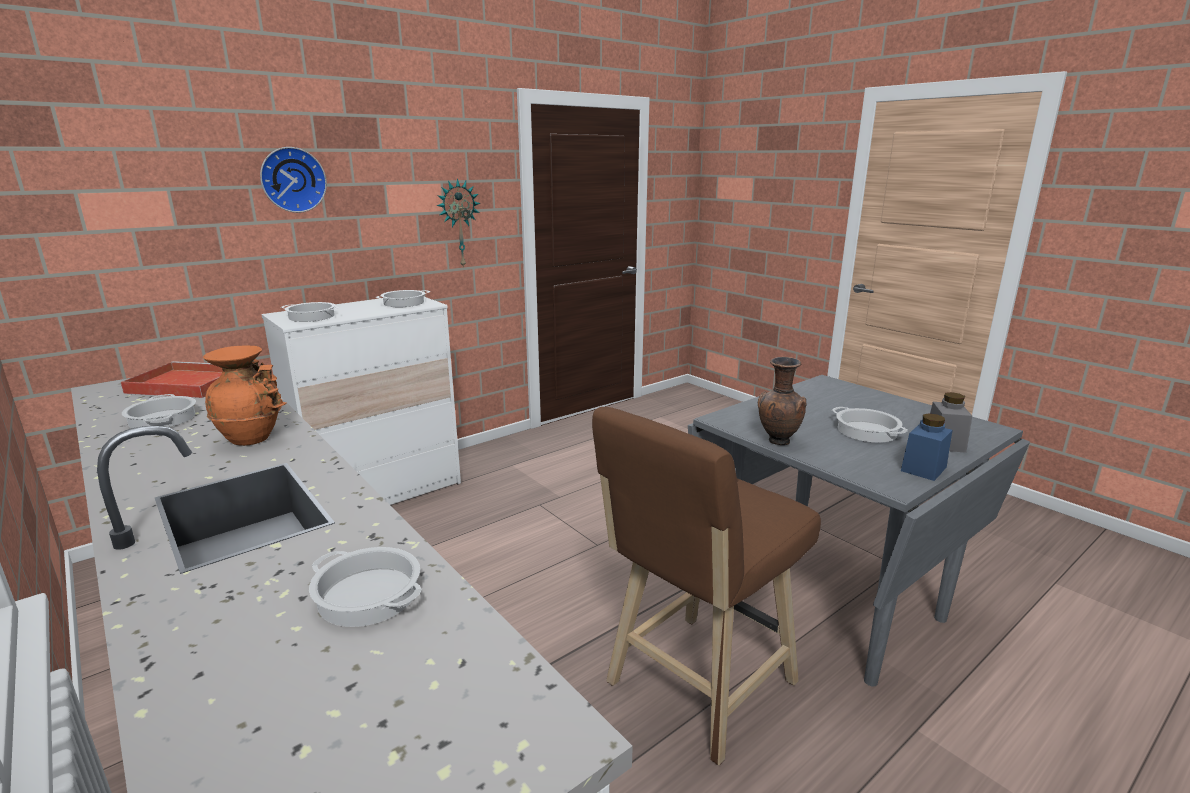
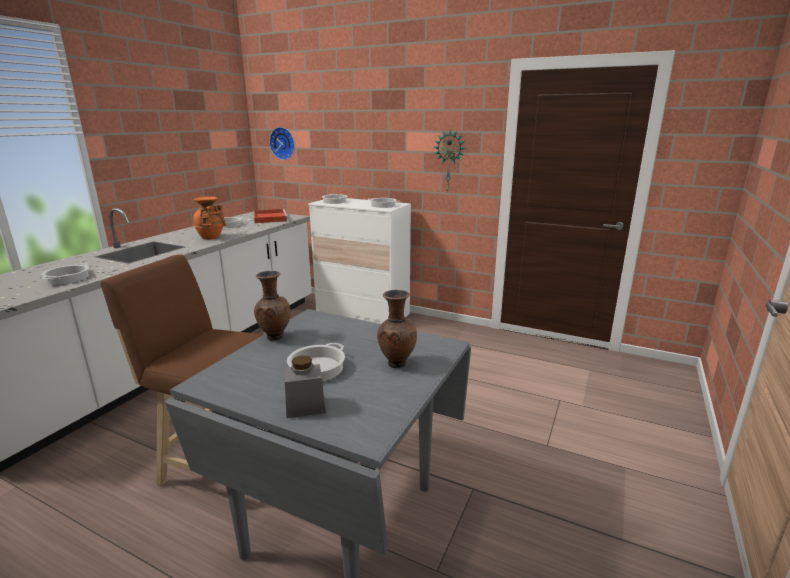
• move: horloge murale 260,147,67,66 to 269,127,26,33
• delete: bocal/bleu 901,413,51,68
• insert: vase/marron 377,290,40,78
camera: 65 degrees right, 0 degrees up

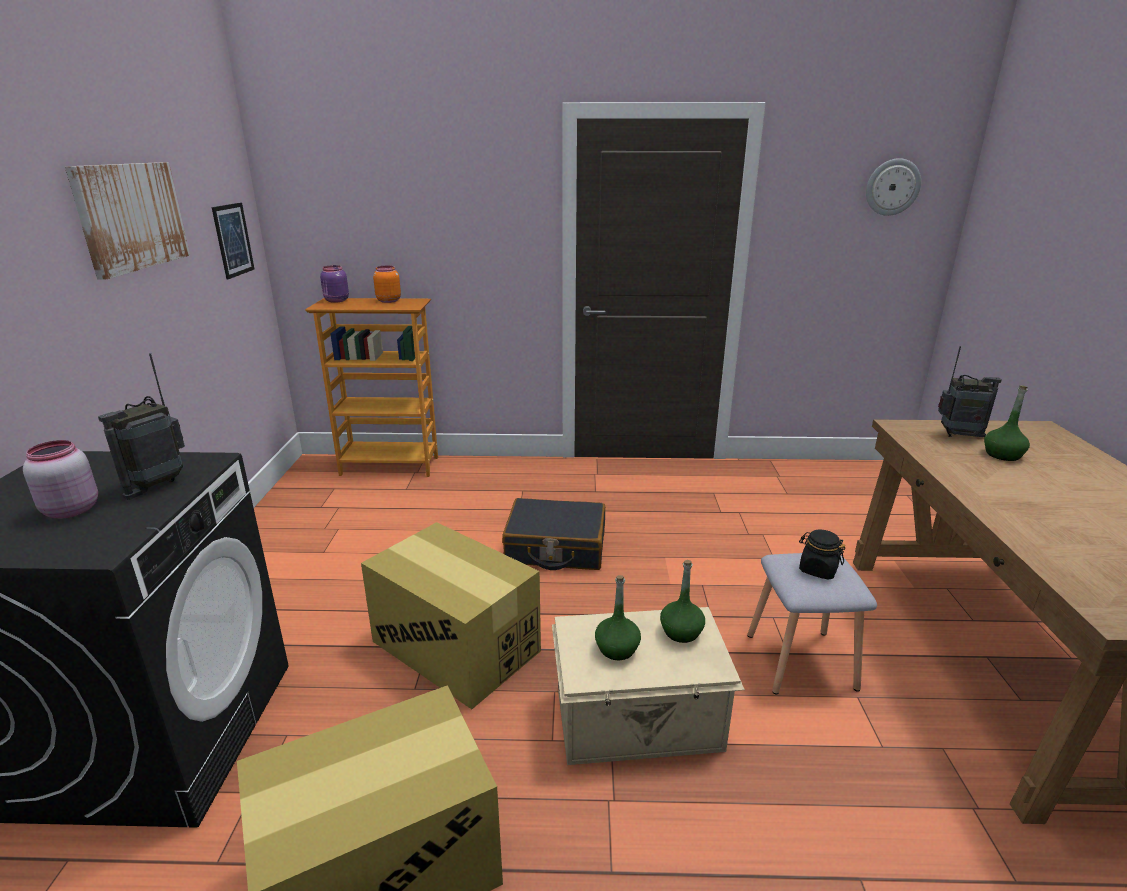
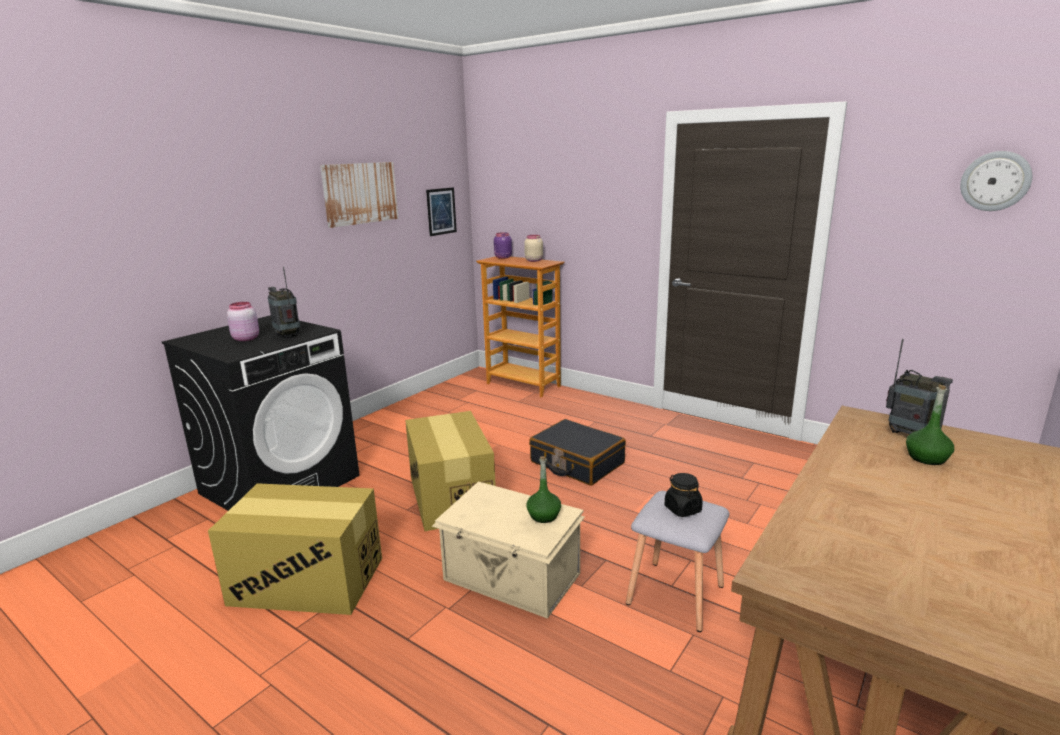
• rotate: radio 98,353,87,147 = 268,267,32,71 75 degrees clockwise
• recolor: bocal/orange 373,266,28,37 to bocal/beige 524,235,19,27
• delete: bouteille/vert 595,575,46,85
camera: 35 degrees right, 5 degrees down

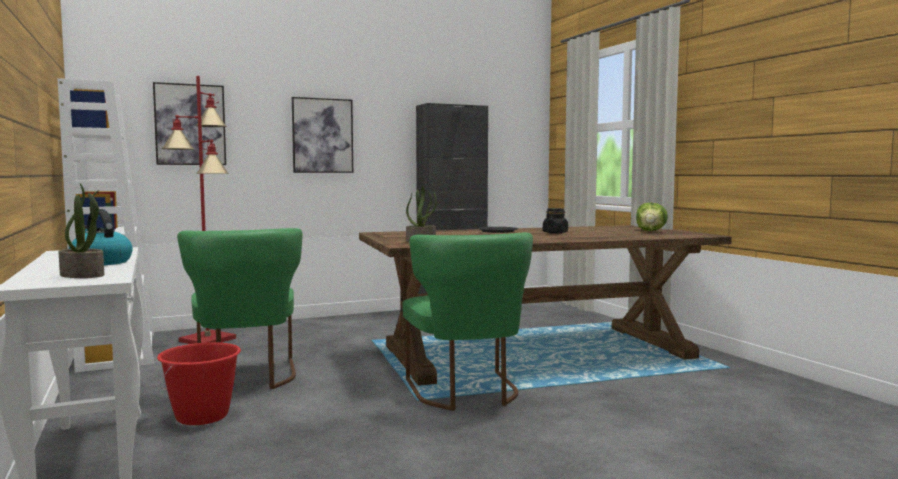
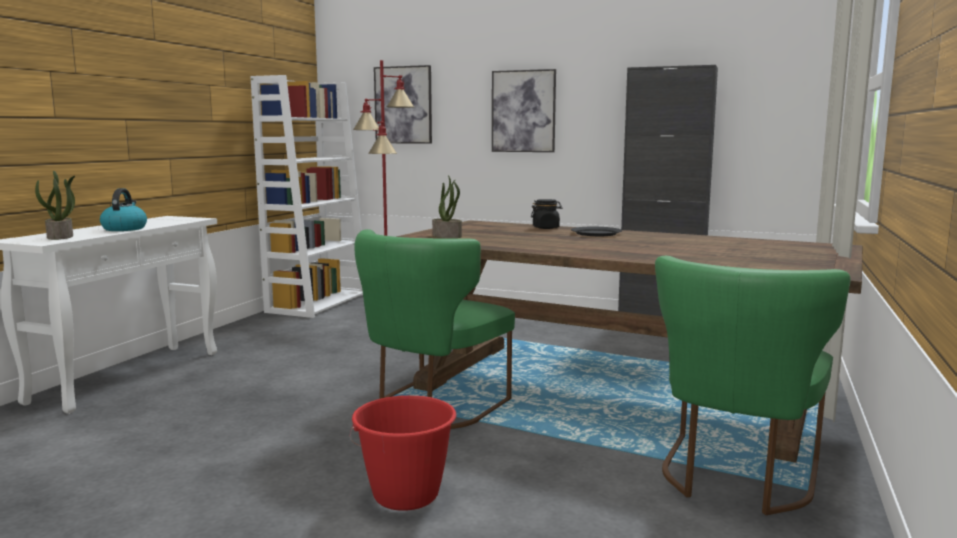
• move: seau/rouge 157,342,84,83 to 350,395,107,116
• move: chaise/vert 177,228,126,161 to 655,256,196,259
• move: bocal/noir 543,208,25,26 to 531,199,31,30
• delete: laitue 636,202,32,29
camera: 45 degrees right, 5 degrees up

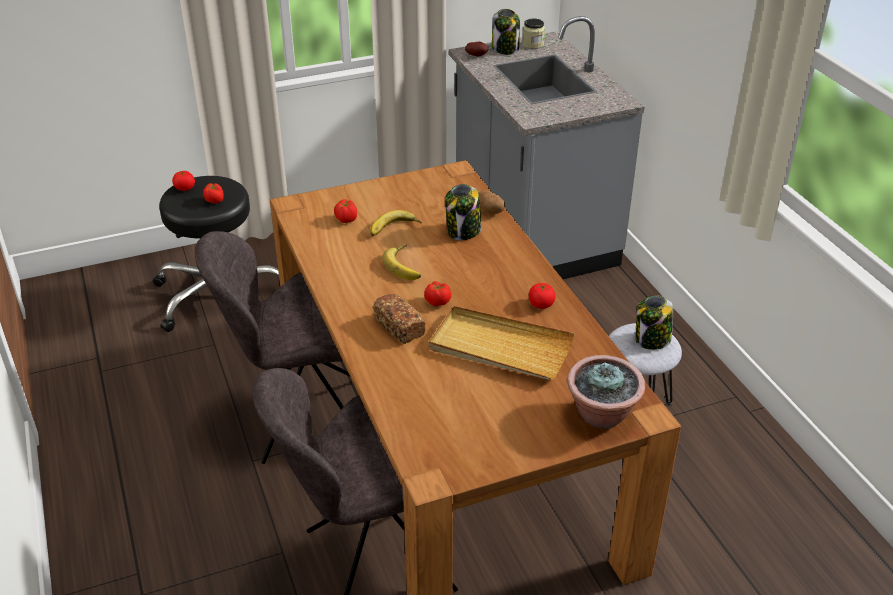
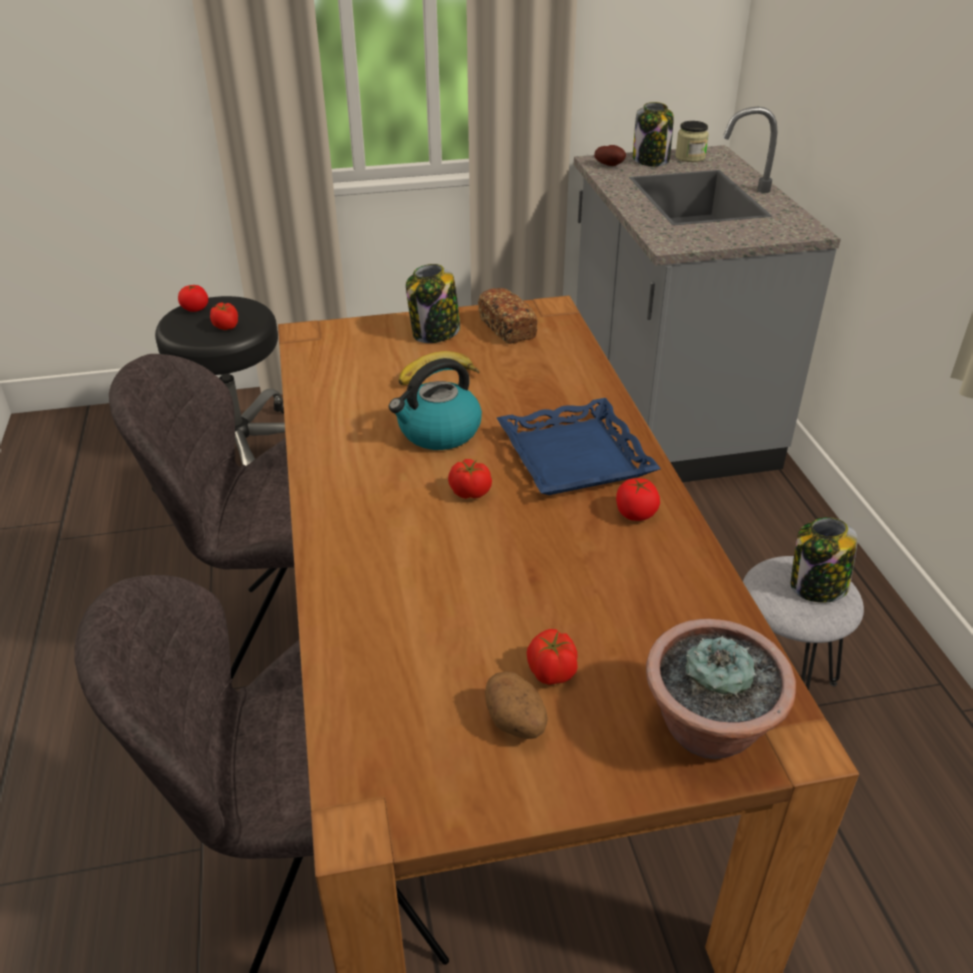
• move: tomate 334,200,23,23 to 527,629,51,56
• move: pain 373,294,53,50 to 478,288,59,56
• replace: banane 382,245,39,35 to bouilloire 389,358,93,92
• delete: plateau/beige 429,306,146,74
• move: bocal 445,184,37,56 to 406,264,54,79
• move: pomme de terre 479,190,26,24 to 485,671,63,68
• insert: plateau/bleu 497,398,164,97
camera: 10 degrees right, 0 degrees up

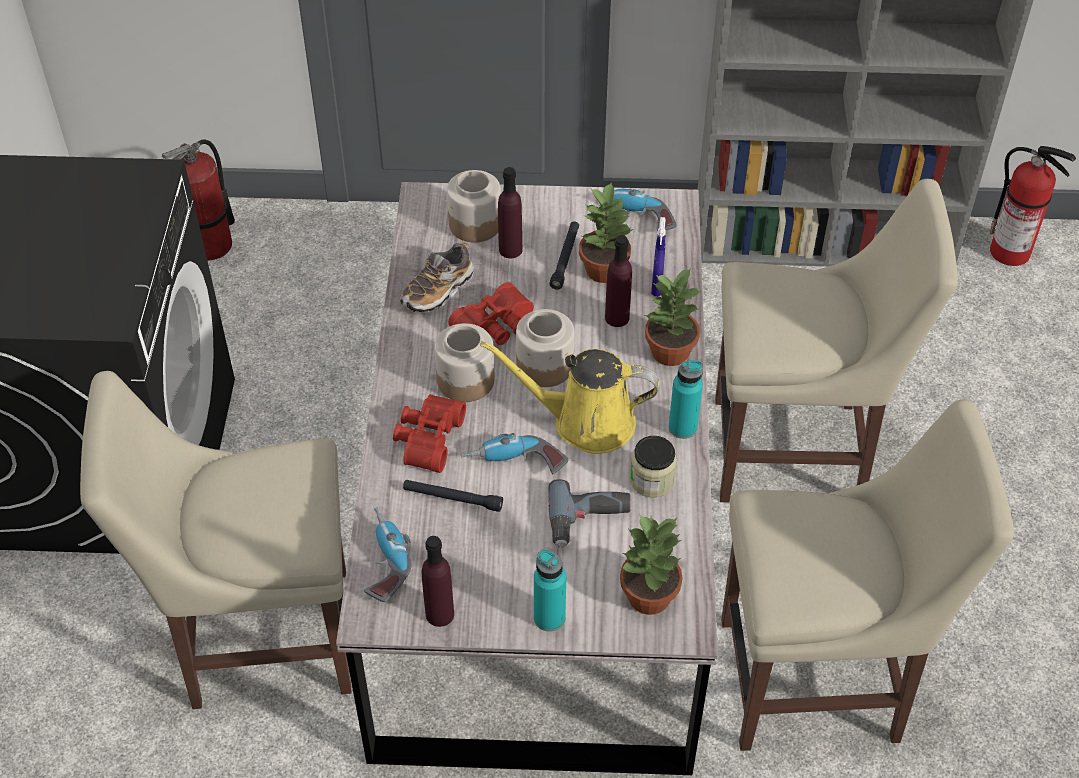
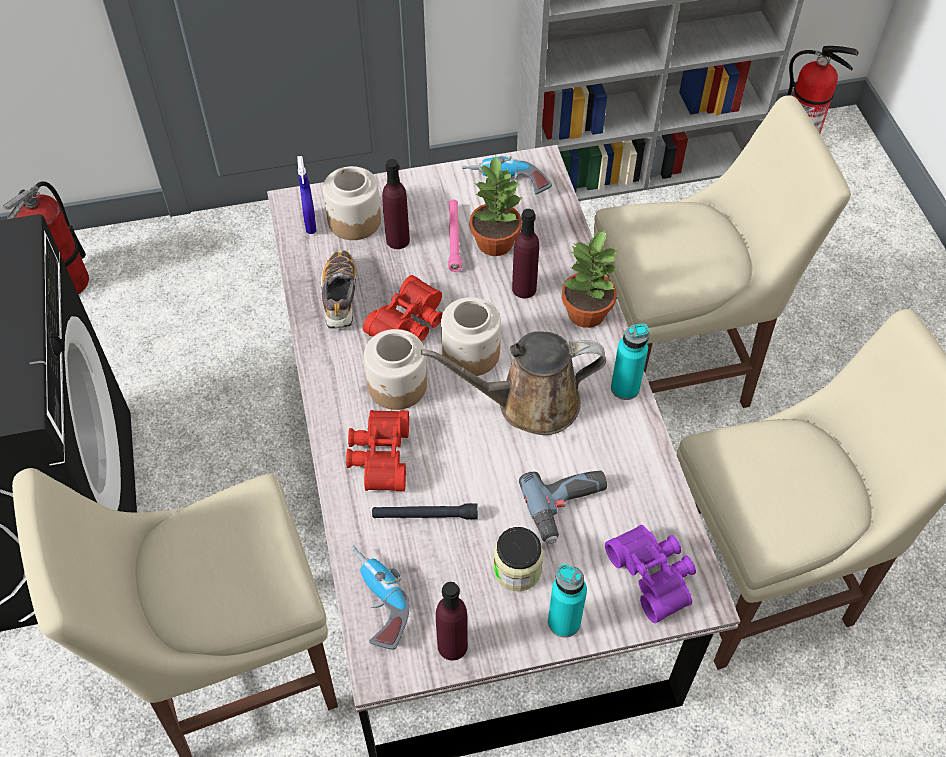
• rotate: chaussure 400,242,75,70 = 321,250,35,80 150 degrees clockwise
• delete: perceuse 461,433,108,41
• recolor: arrosoir/jaune 480,341,180,113 to arrosoir/marron 421,331,185,104
• recolor: lampe de poche/noir 549,222,30,68 to lampe de poche/rose 448,199,14,73
• replace: plante en pot 620,515,62,100 to jumelles/violet 605,525,91,98
• move: bocal 630,436,47,61 to 493,527,50,64
• move: vaporisateur/bleu 651,217,15,80 to 297,156,19,78
camera: 15 degrees left, 5 degrees up

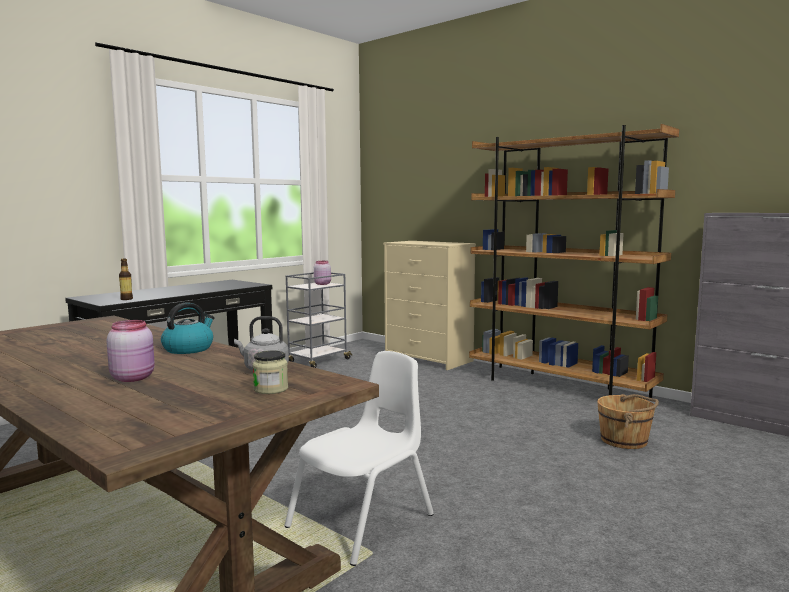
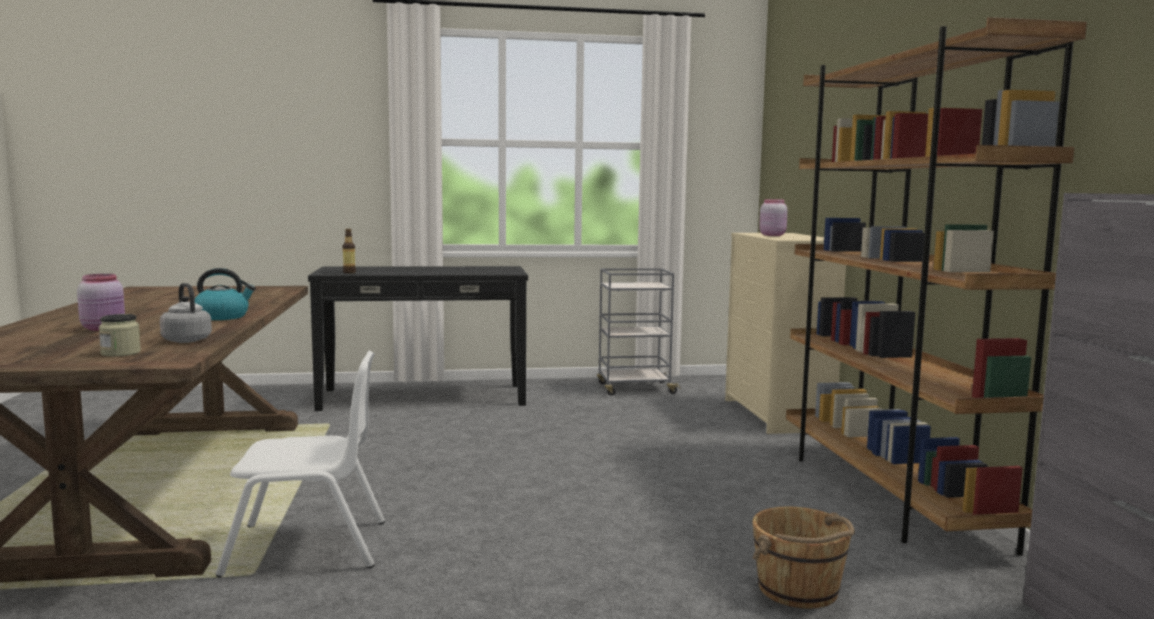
• move: bocal/rose 314,261,17,24 to 759,199,28,37
camera: 40 degrees right, 0 degrees up

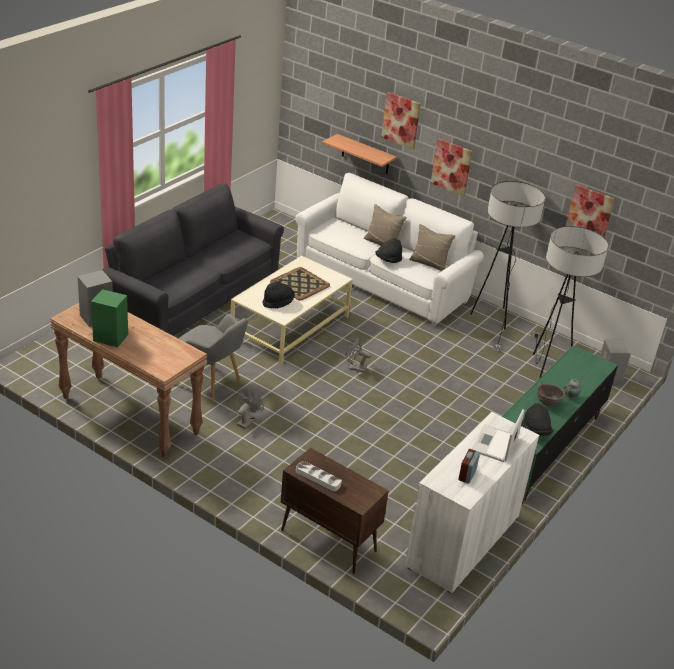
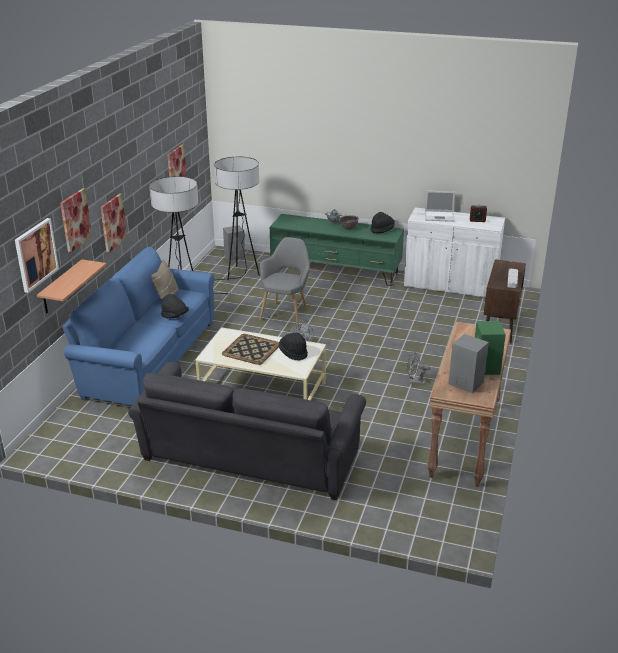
• move: fauteuil/gris 179,314,69,88 to 260,237,50,89
• recolor: canapé/blanc 295,173,189,154 to canapé/bleu 62,247,152,159
• delete: coussin/beige 364,204,43,41
• insert: tableau 15,218,44,75
camera: 105 degrees left, 5 degrees down

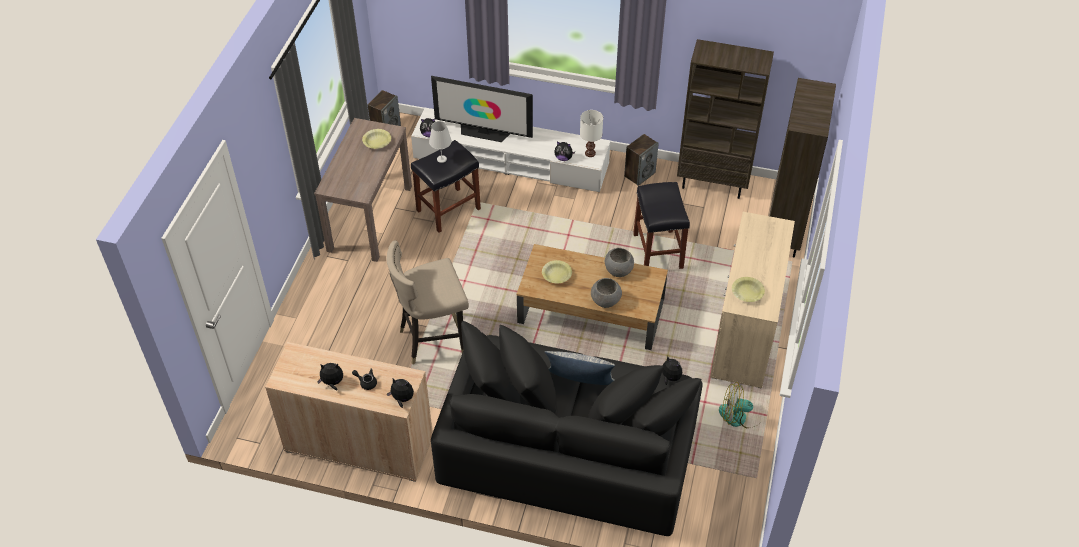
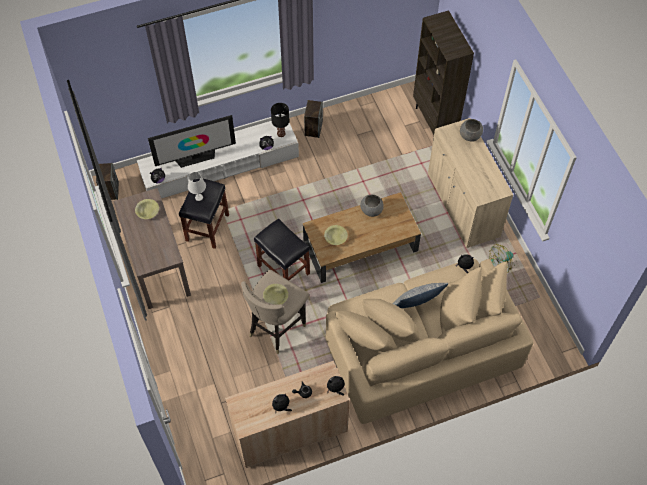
• recolor: canapé/noir 431,321,272,215 to canapé/beige 326,258,207,166
• recolor: lampe de table/blanc 580,110,23,47 to lampe de table/noir 271,103,18,34
• move: bol/gris 591,278,31,30 to 460,119,23,23
• move: tabouret/noir 633,182,57,87 to 254,218,56,62
• delete: bibliothèque/marron 677,39,97,160
• move: bol/jaune 732,277,33,25 to 263,284,25,21
camera: 35 degrees left, 10 degrees up

